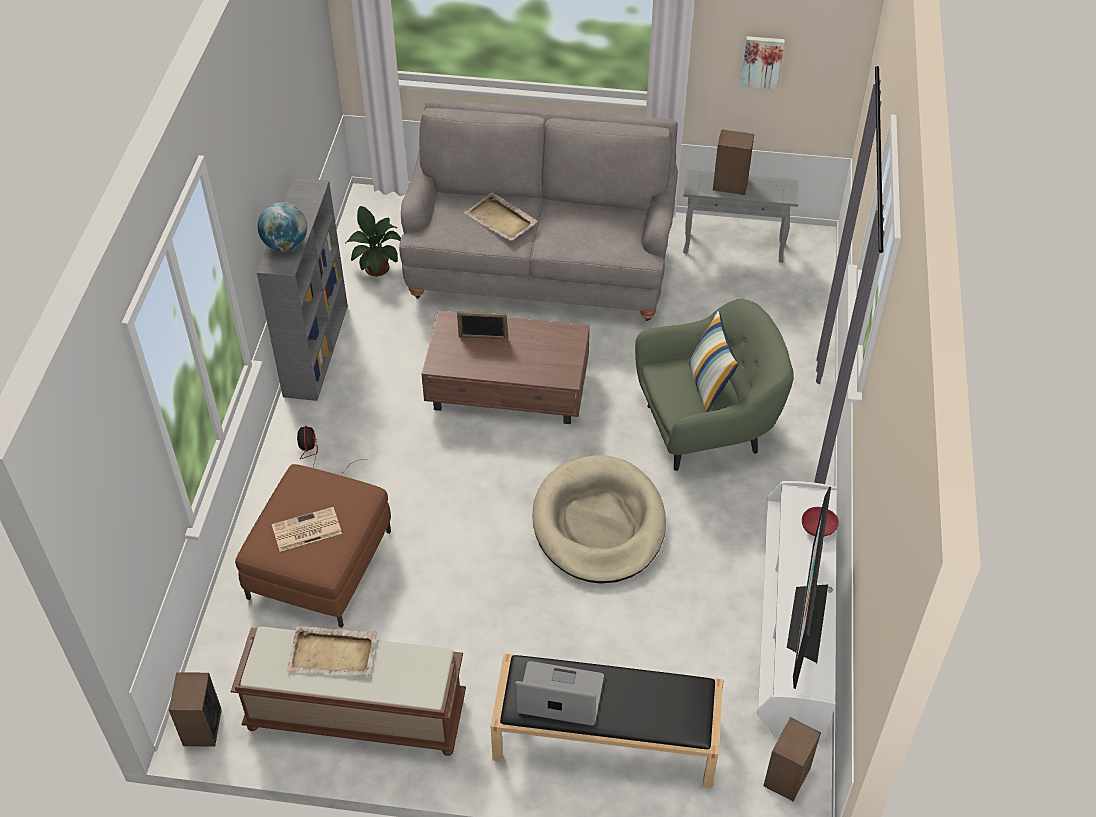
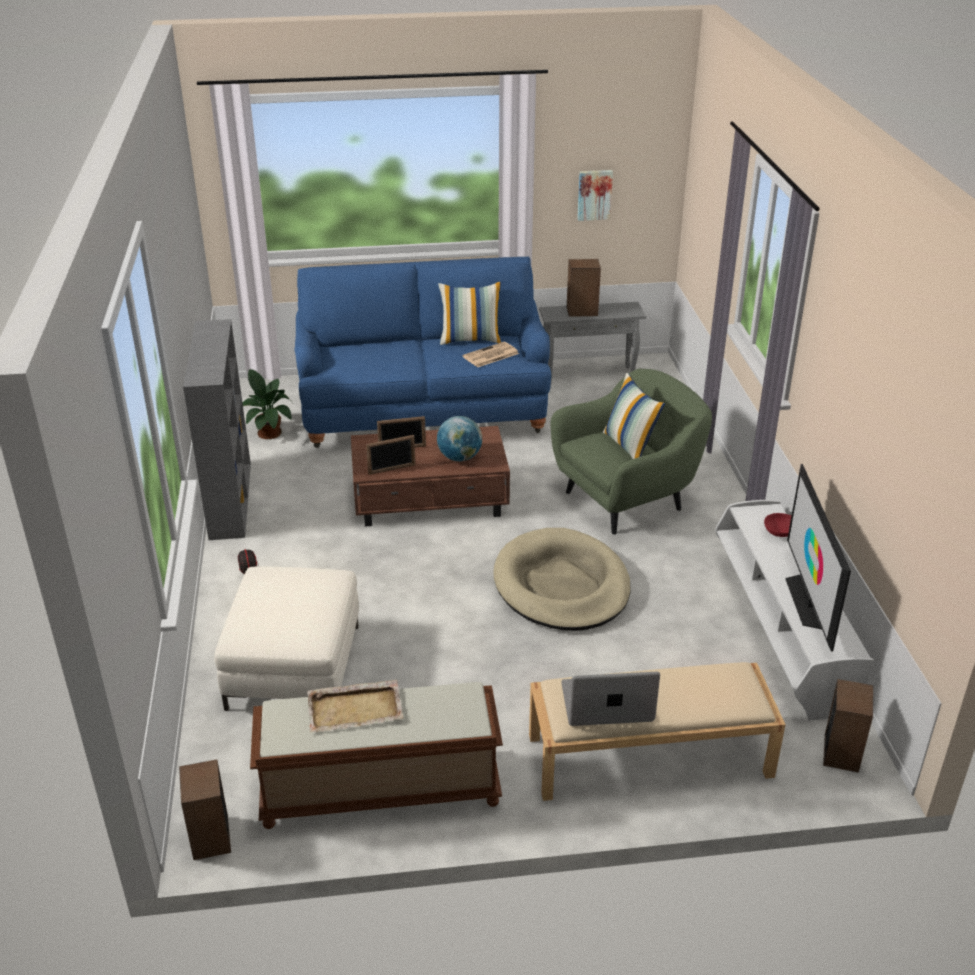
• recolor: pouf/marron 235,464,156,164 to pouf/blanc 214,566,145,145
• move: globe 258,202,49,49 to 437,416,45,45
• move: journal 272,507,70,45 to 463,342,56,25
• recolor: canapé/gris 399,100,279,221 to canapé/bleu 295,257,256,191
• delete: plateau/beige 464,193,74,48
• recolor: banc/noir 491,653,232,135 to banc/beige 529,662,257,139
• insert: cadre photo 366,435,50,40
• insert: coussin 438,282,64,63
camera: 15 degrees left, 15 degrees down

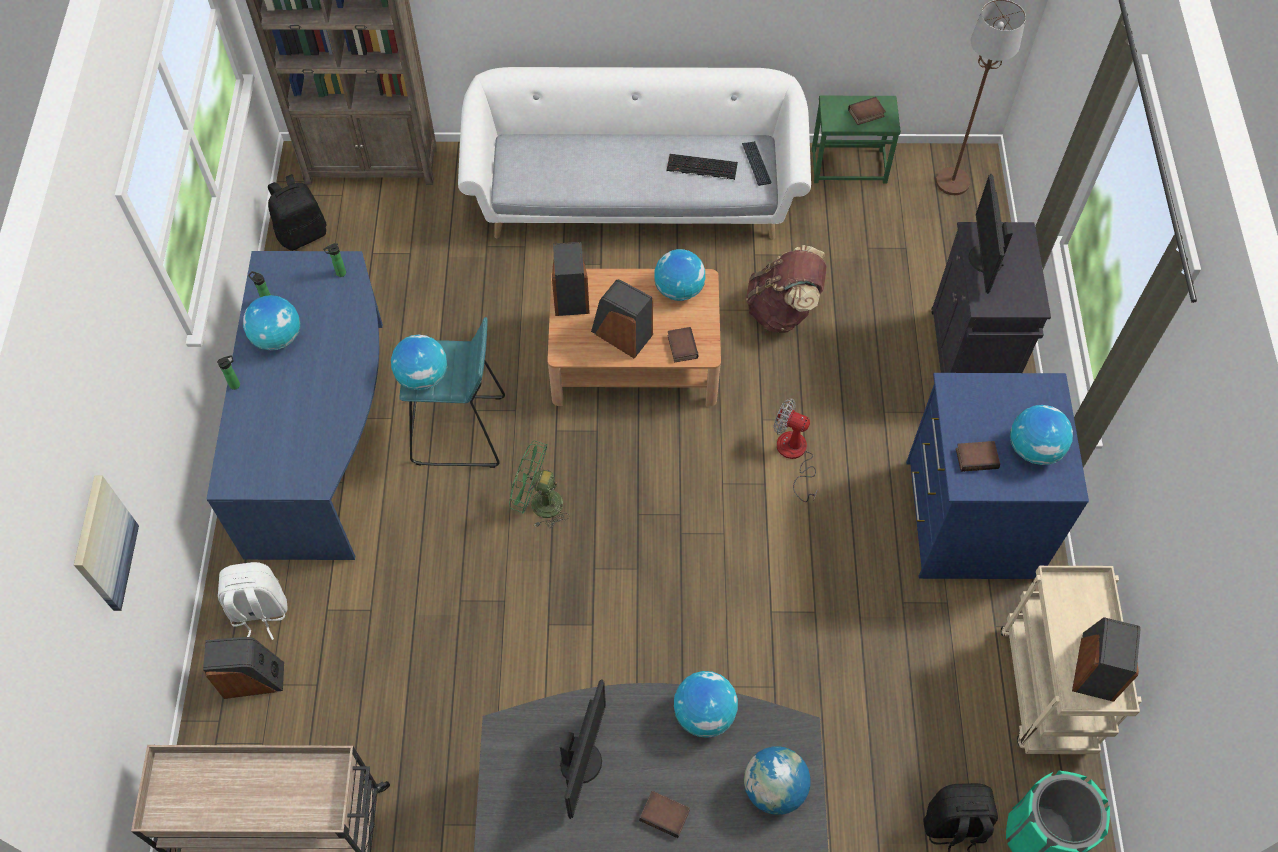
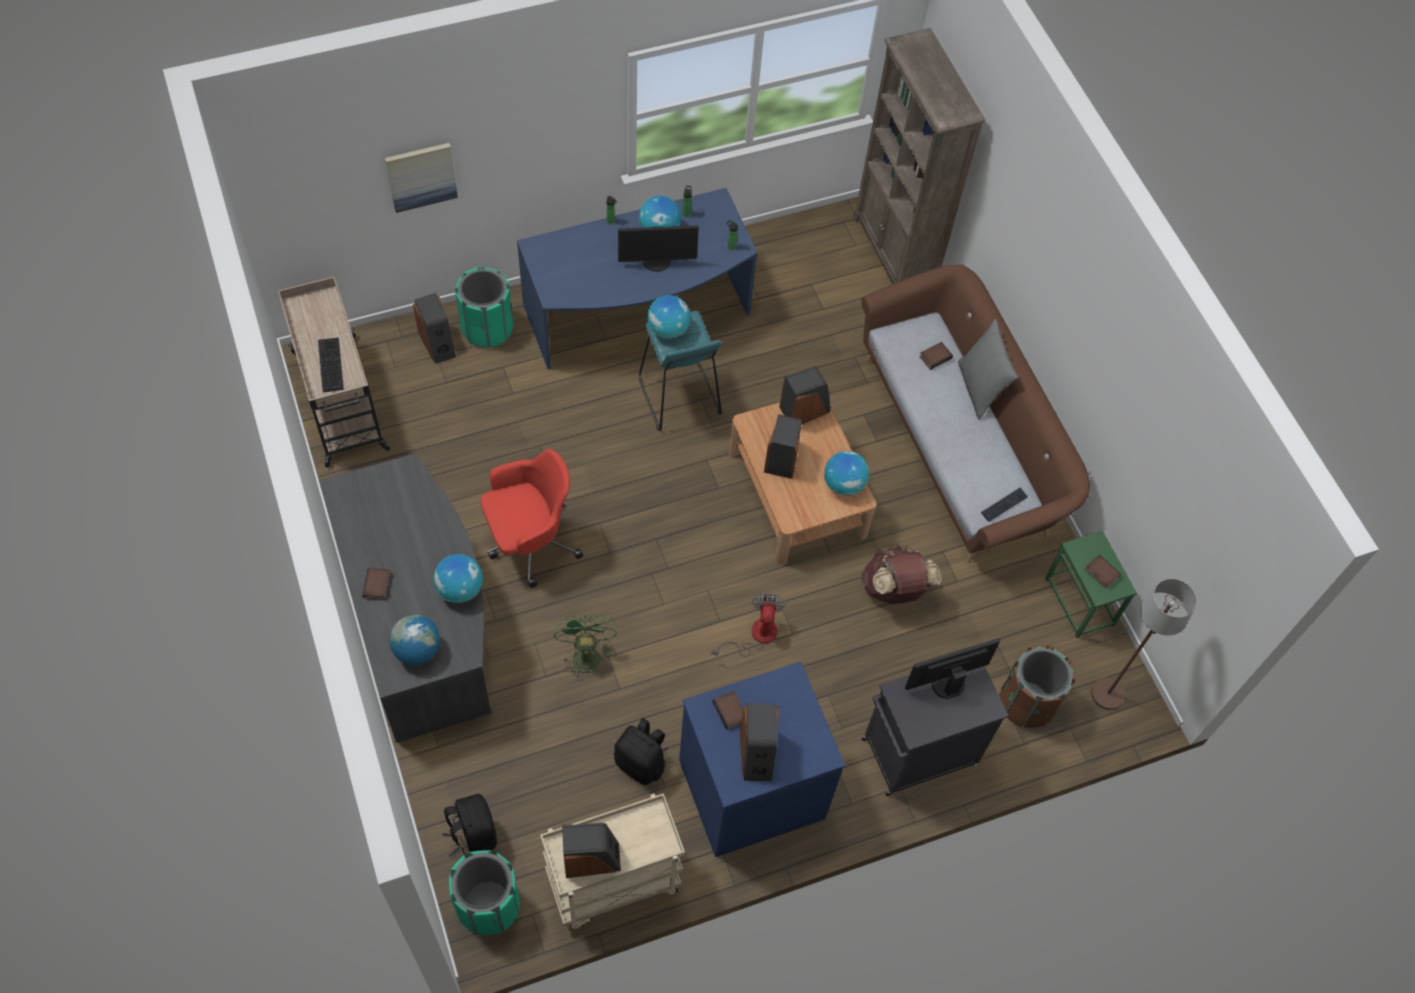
• replace: sac à dos/blanc 218,562,69,78 to poubelle/vert 455,267,59,81
• move: sac à dos/noir 268,174,59,77 to 614,718,54,67
• recolor: canapé/blanc 458,67,353,172 to canapé/marron 861,265,229,298
• move: ventilateur/vert 509,441,60,87 to 554,615,63,66
• move: écran d'ordinateur 560,679,46,140 to 618,226,81,46
• move: clavier 667,154,71,26 to 318,337,26,56
• move: livre 667,327,32,35 to 919,342,34,28
• replace: globe 1010,405,63,60 to enceinte 740,703,39,78
• insert: chaise de bureau/rouge 481,449,102,139
• insert: coussin/gris 958,319,60,101
• insert: poubelle/marron 999,645,76,83
camera: 65 degrees right, 0 degrees up

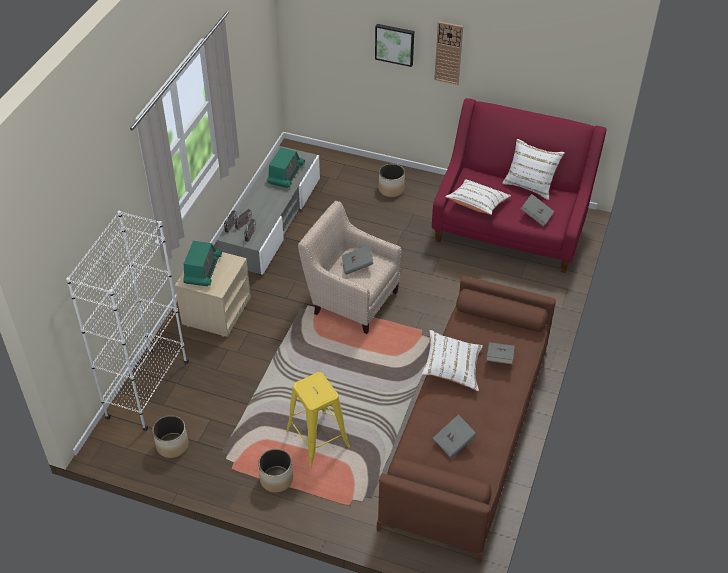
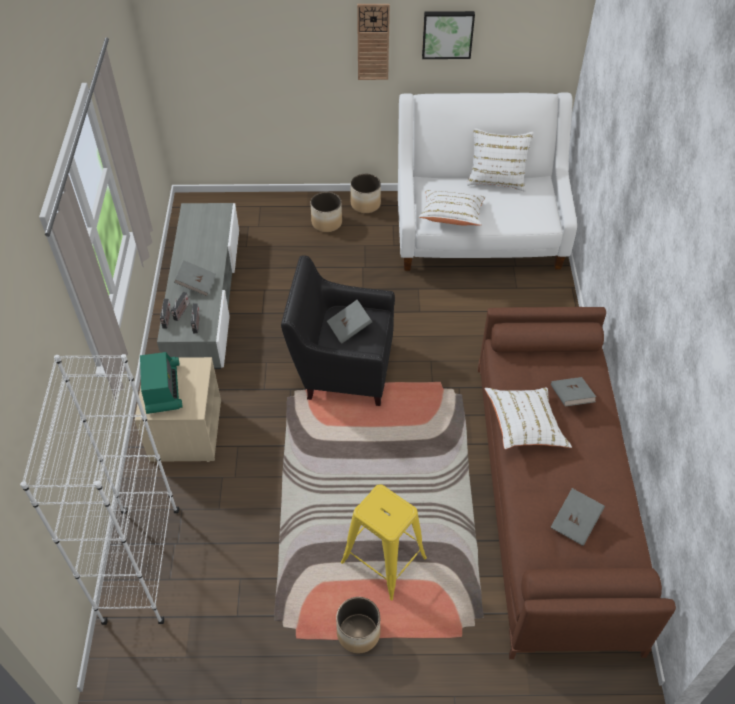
• move: cache-pot 152,415,37,43 to 351,174,30,39
• delete: radio 267,147,38,41
• recolor: fauteuil/beige 298,201,104,133 to fauteuil/noir 281,256,114,150
• move: tableau 375,24,39,43 to 422,11,53,48
• recolor: canapé/rouge 432,98,174,175 to canapé/blanc 398,93,179,178
• move: livre/gris 521,194,33,33 to 174,260,42,36
camera: 20 degrees left, 5 degrees up

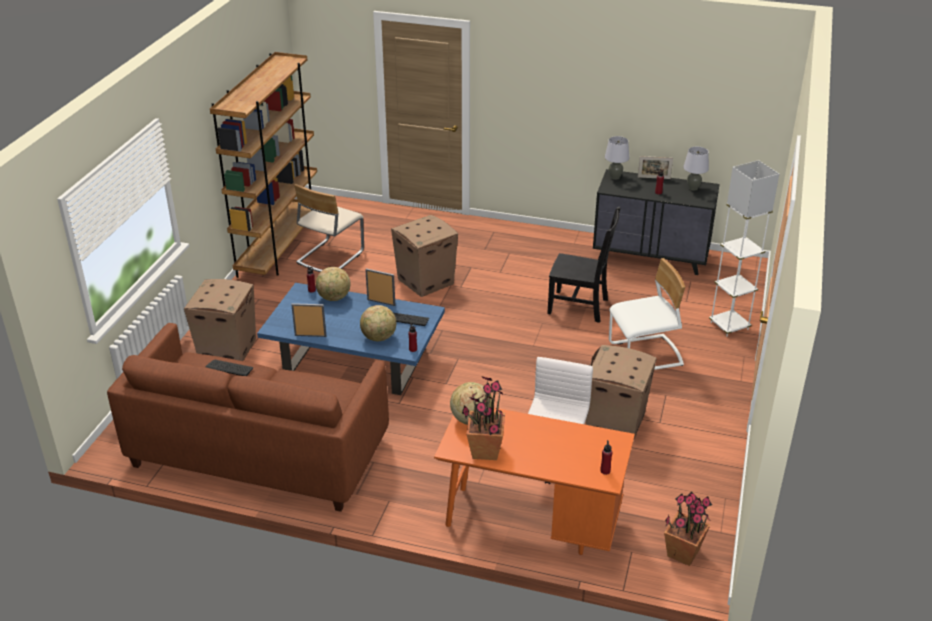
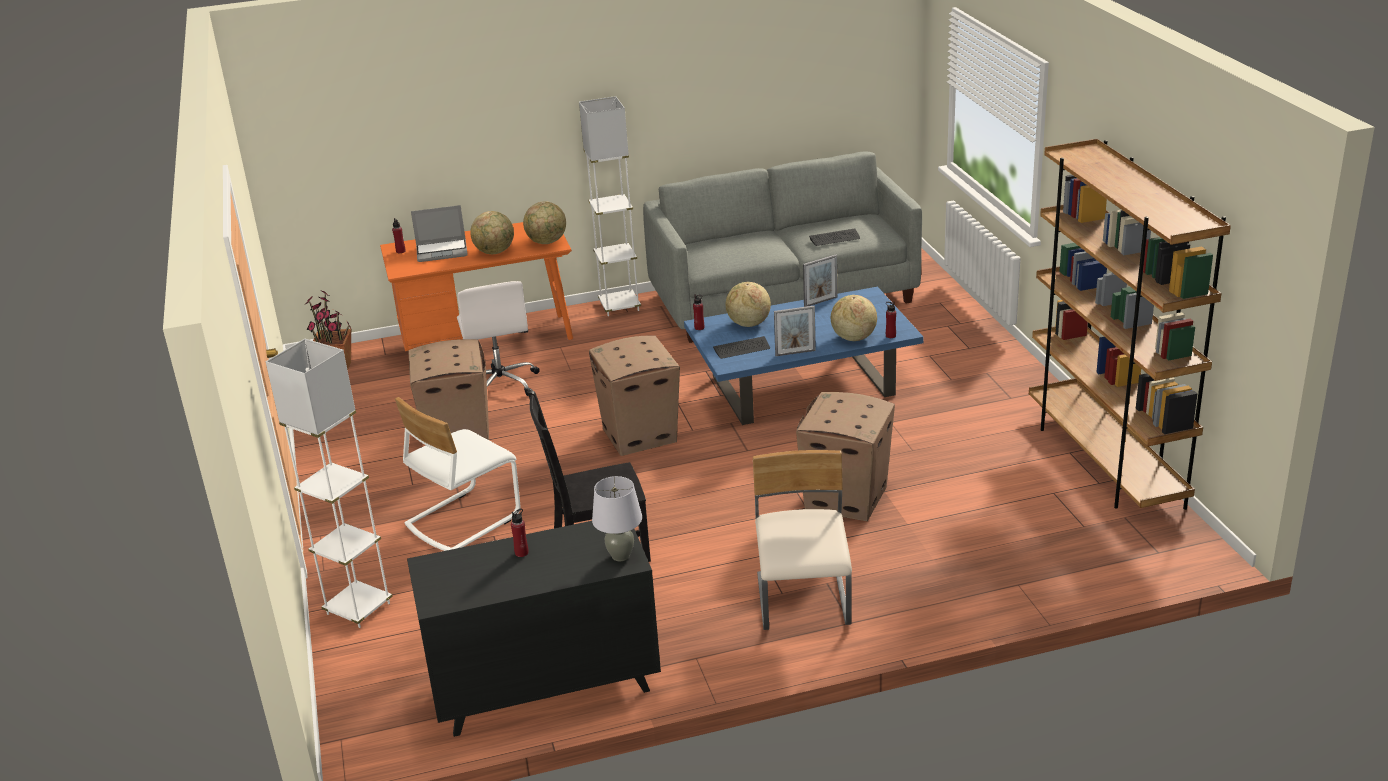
• recolor: canapé/marron 107,323,282,189 to canapé/gris 643,152,279,191
• move: carton 184,279,72,82 to 589,335,91,121
• move: chaise/beige 294,184,70,88 to 753,450,99,180
• delete: plante en pot 462,377,44,83
• delete: cadre photo 638,156,35,23
• delete: lampe de table/gris 683,146,26,45
• insert: ordinateur portable 411,205,57,57
• insert: globe 470,211,44,43
• insert: lampadaire/blanc 579,96,62,220
camera: 150 degrees right, 5 degrees down

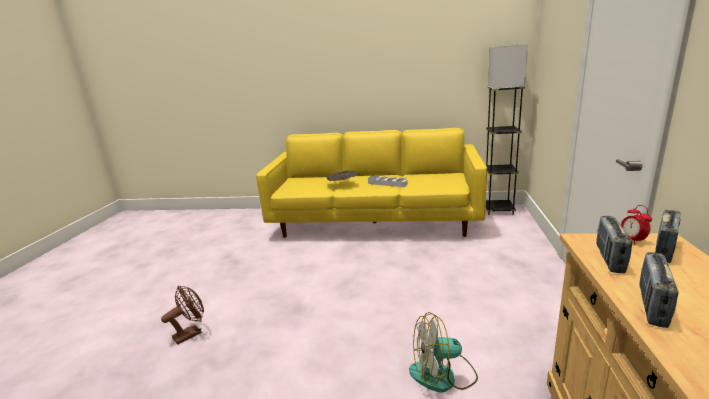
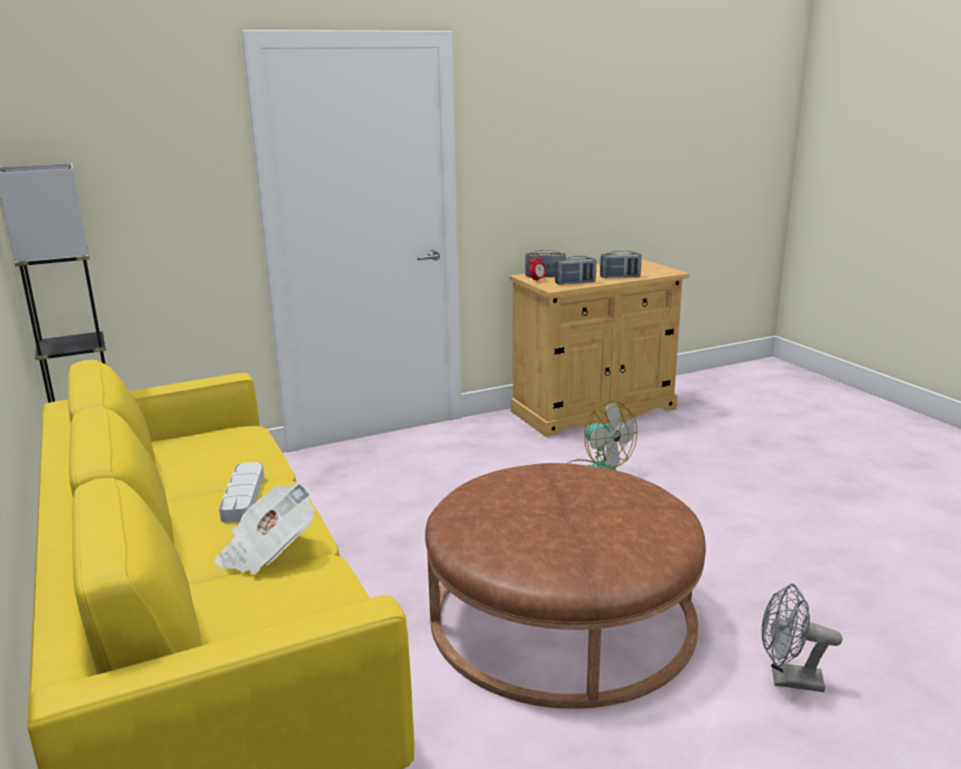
• recolor: ventilateur/marron 161,286,43,59 to ventilateur/gris 762,583,80,109
• insert: pouf/marron 425,463,281,246
camera: 125 degrees left, 0 degrees up

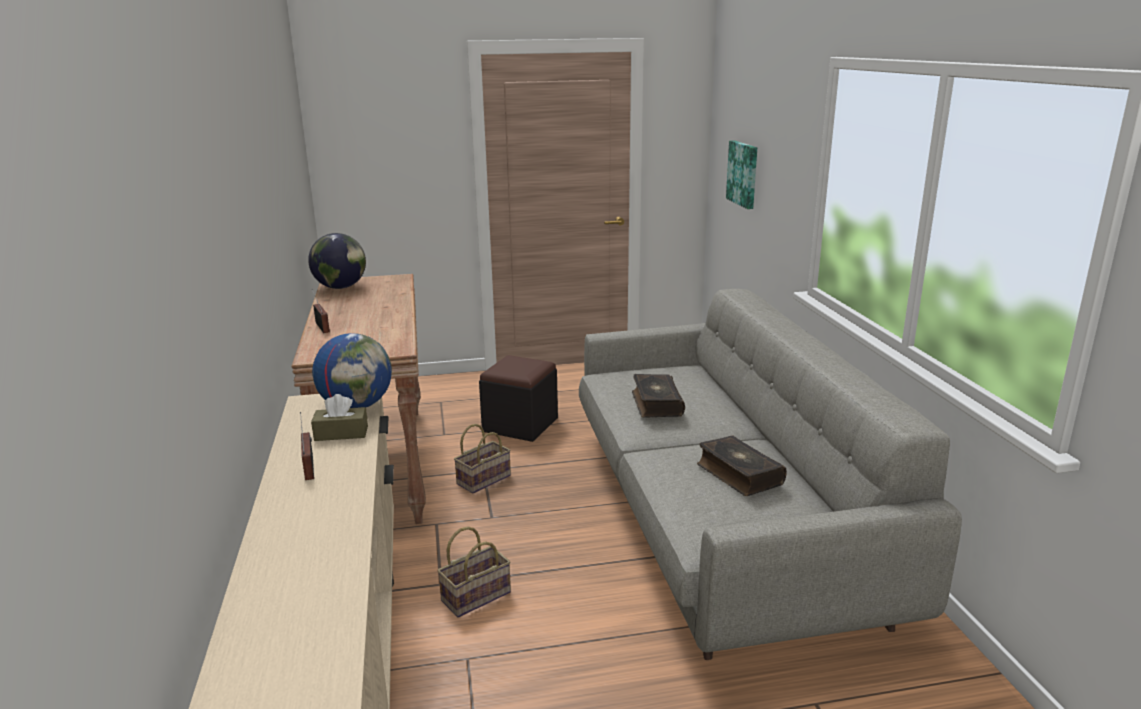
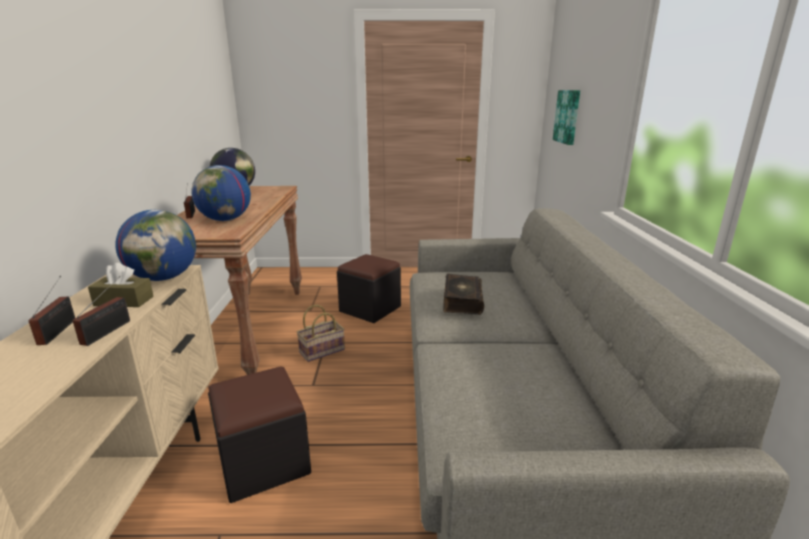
• replace: panier 437,526,74,92 to pouf/noir 208,366,103,137
• delete: livre 697,436,90,60
• insert: radio 73,276,57,70
• insert: globe 191,165,60,56
camera: 10 degrees right, 0 degrees up

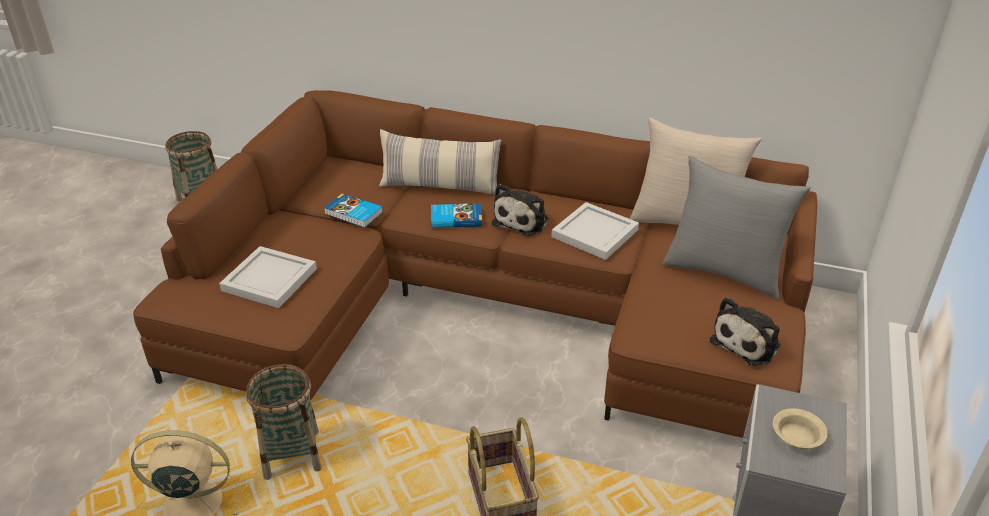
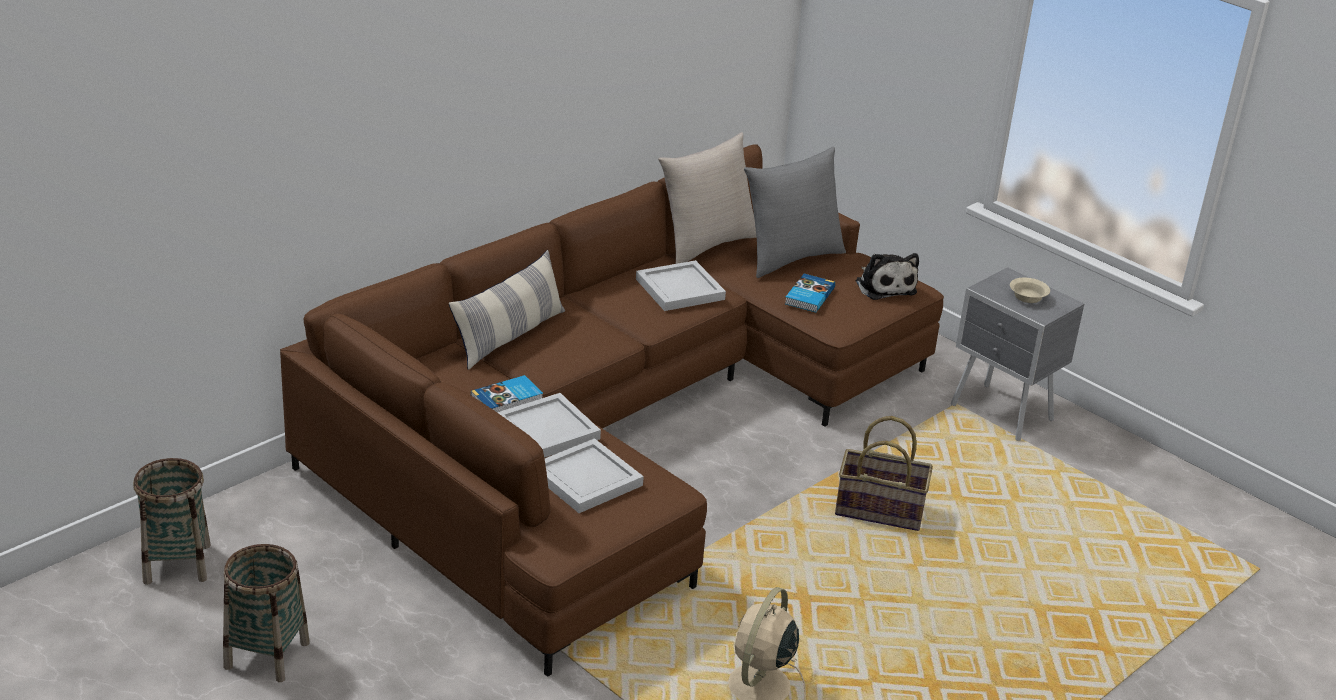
• move: panier 246,364,76,116 to 223,544,87,138
• move: livre 431,203,51,25 to 785,274,50,38
• delete: peluche 492,184,57,52
• insert: plateau/blanc 497,393,104,65
camera: 65 degrees left, 5 degrees down

